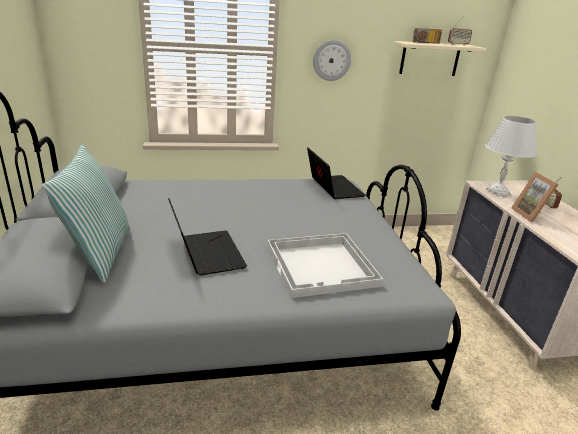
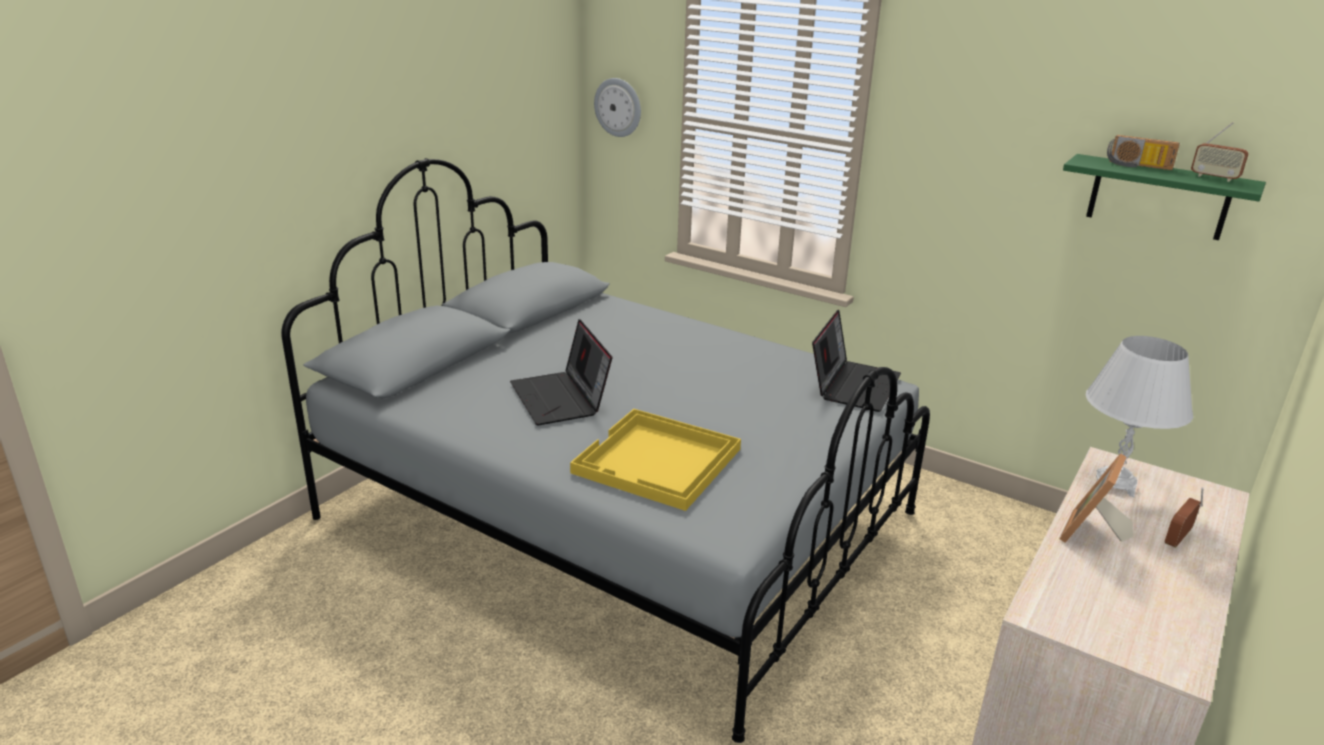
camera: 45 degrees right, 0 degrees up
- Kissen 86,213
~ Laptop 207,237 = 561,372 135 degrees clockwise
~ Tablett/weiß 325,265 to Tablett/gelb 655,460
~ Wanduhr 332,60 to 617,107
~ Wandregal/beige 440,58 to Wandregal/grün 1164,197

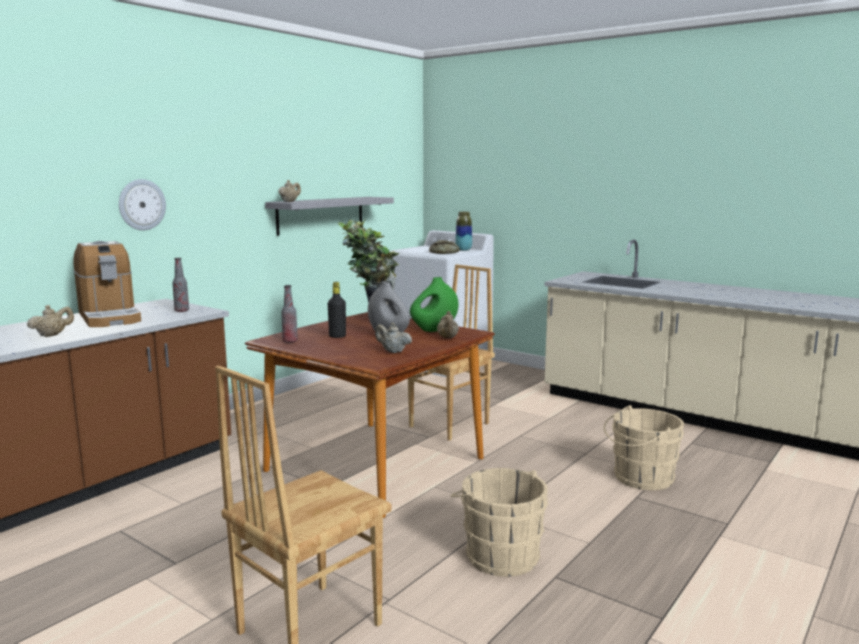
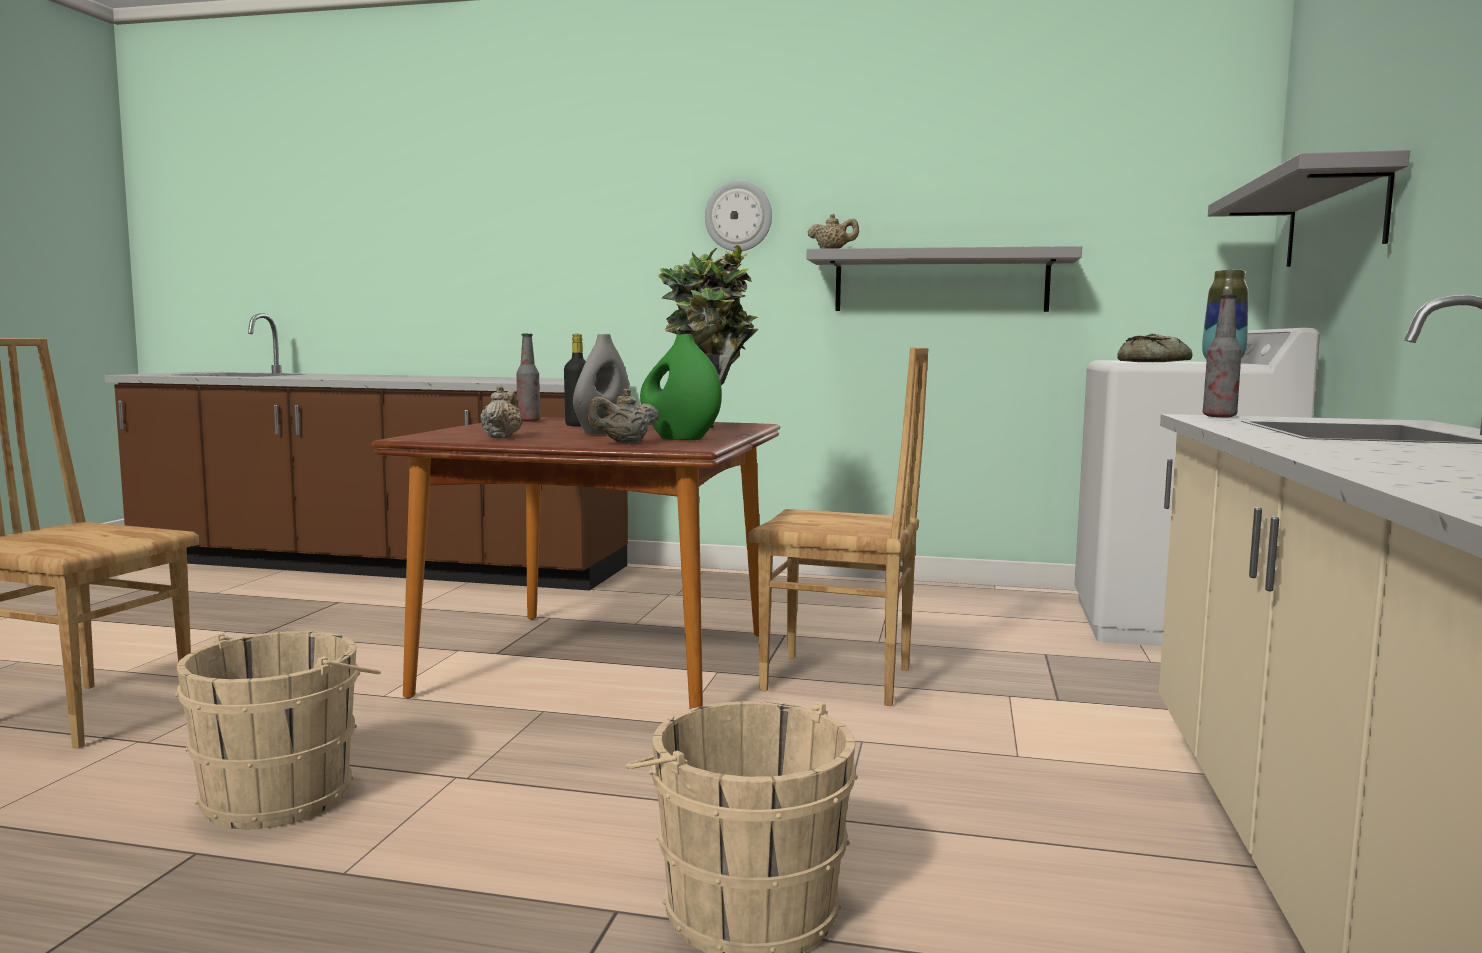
camera: 65 degrees right, 5 degrees down
- Teekanne/beige 50,321
- Kaffeemaschine 107,284
~ Wanduhr 142,204 to 738,216
~ Flasche 180,285 to 1222,355
+ Wandregal/grau 1309,208

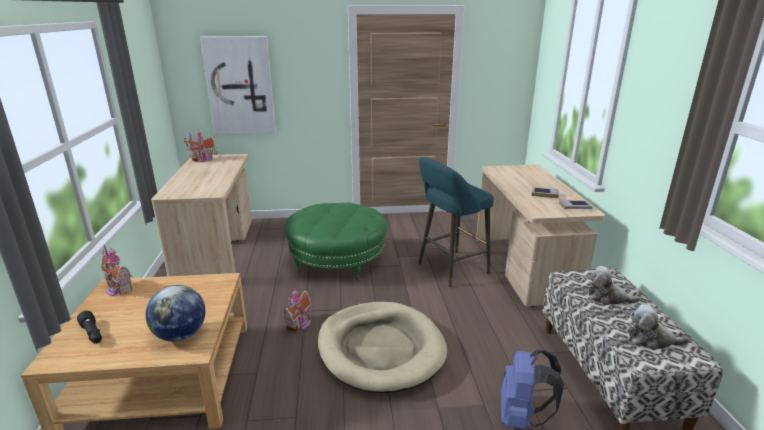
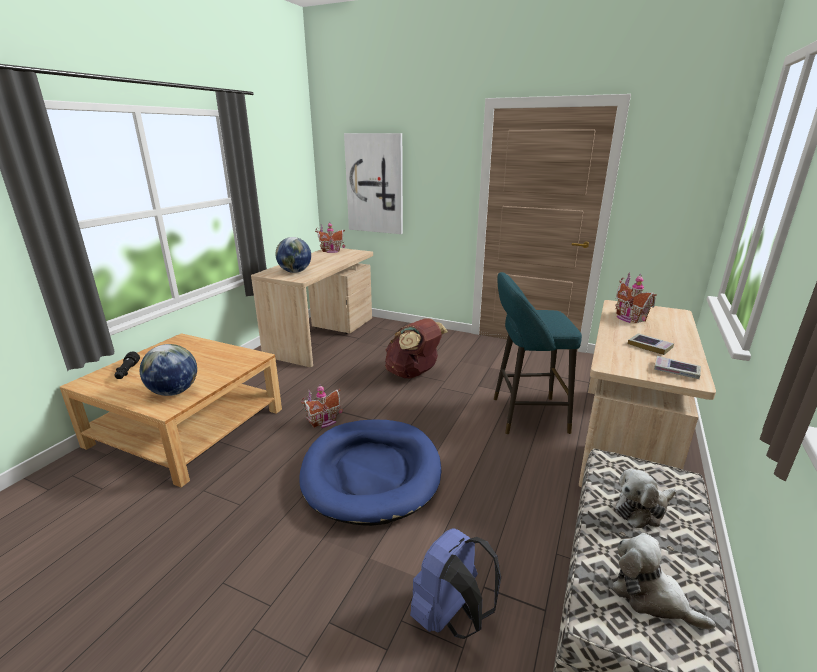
camera: 30 degrees right, 0 degrees up
~ Spielzeughaus 116,271 to 636,297
~ Polsterhocker/grün 336,242 to Rucksack/braun 416,348
~ Hundebett/beige 382,347 to Hundebett/blau 370,472
~ Plüschtier 615,285 = 646,498 75 degrees counterclockwise
+ Globus 293,255

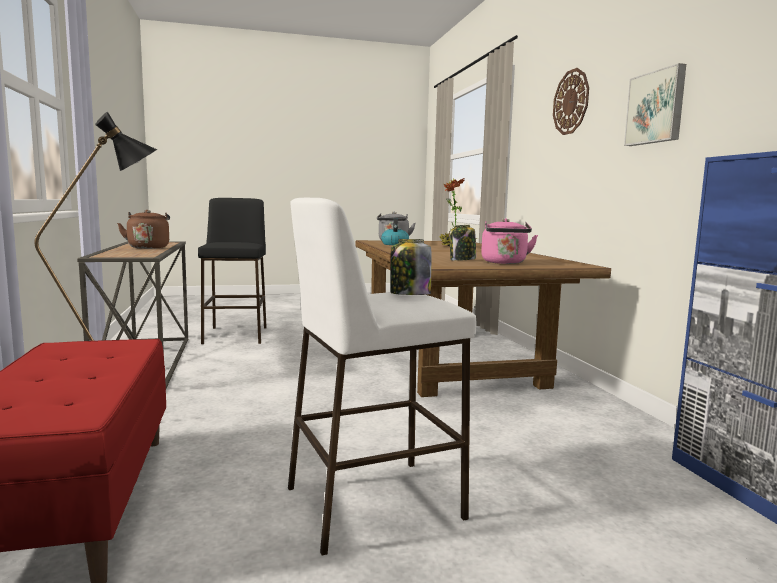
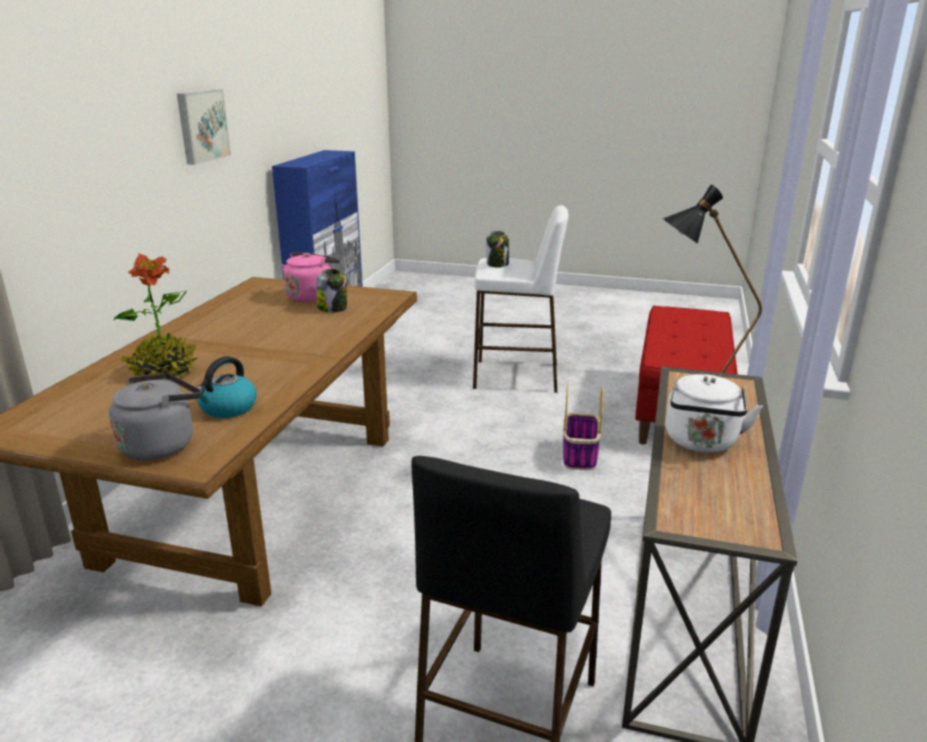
camera: 150 degrees left, 15 degrees up
~ Wasserkessel/braun 143,229 to Wasserkessel/weiß 714,413
- Wanduhr 571,101
+ Korb 583,427

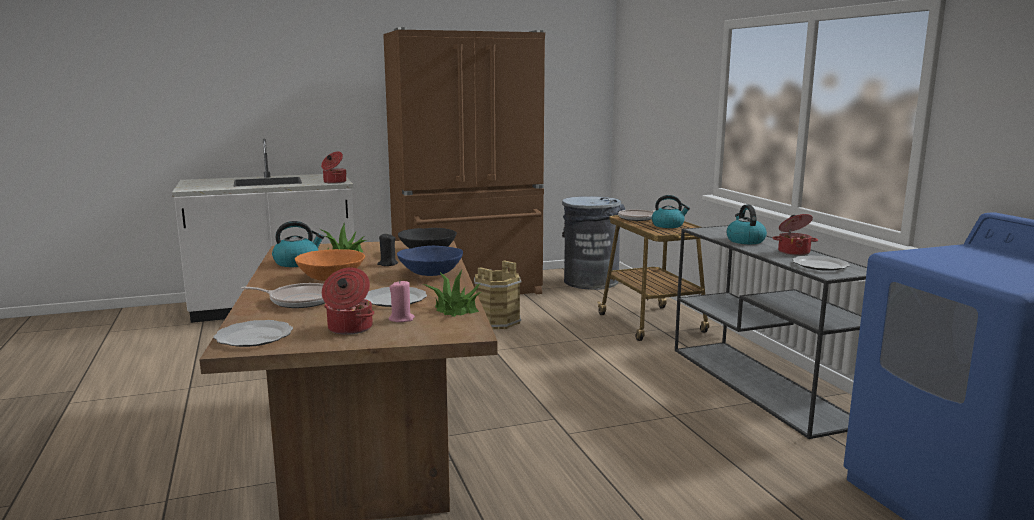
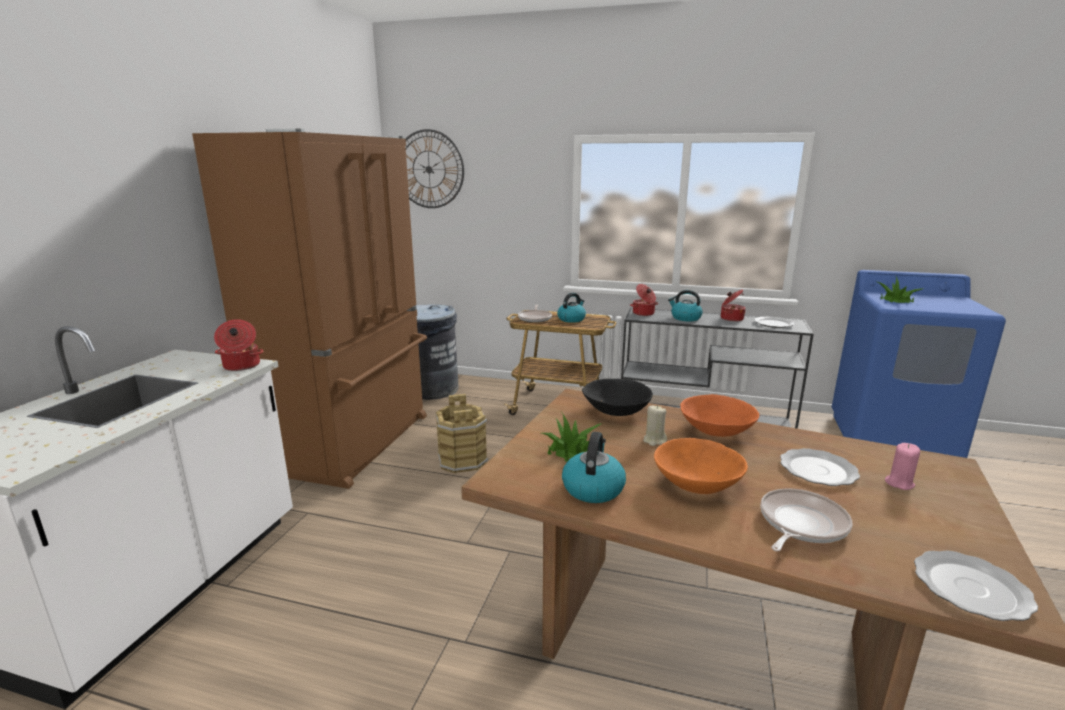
camera: 55 degrees left, 5 degrees up
~ Kochtopf 348,301 to 644,300
~ Kerze/schwarz 387,249 to Kerze/beige 655,425
~ Schüssel/blau 430,261 to Schüssel/orange 720,415
~ Topfpflanze 452,293 to 900,289
+ Wanduhr 435,168

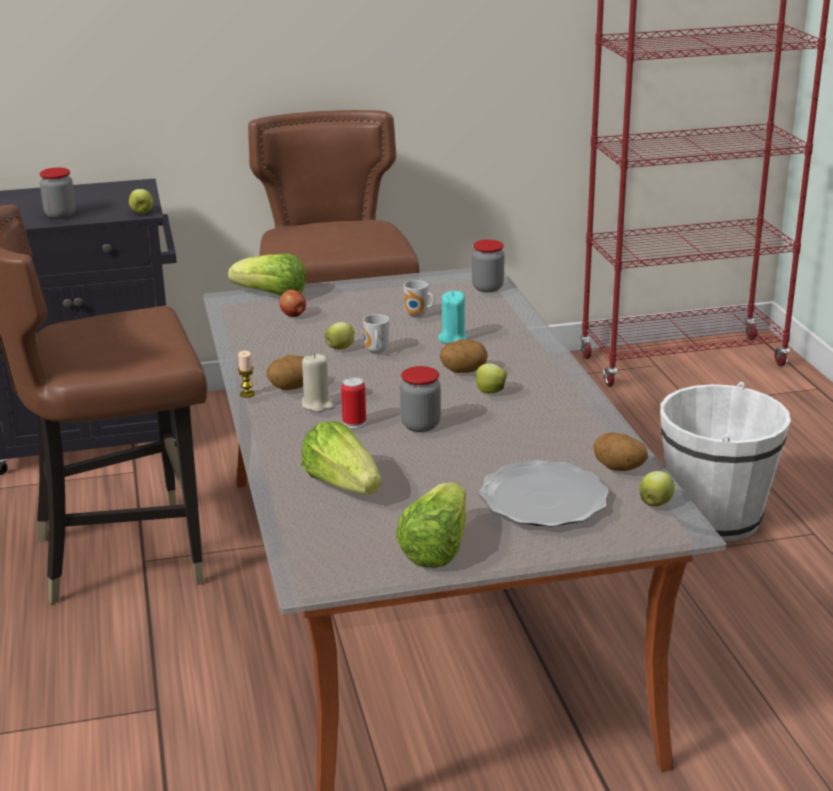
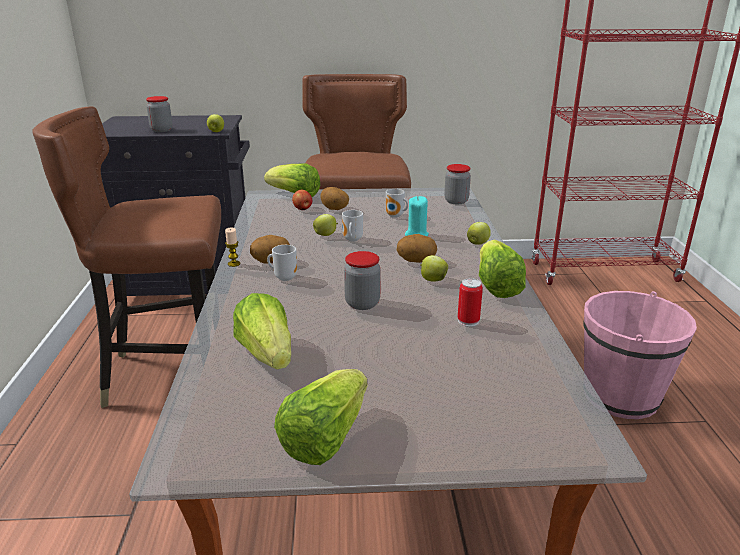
camera: 10 degrees right, 0 degrees up
~ Kerze/beige 318,382 to Henkelbecher 282,263
~ Dose 353,402 to 470,302
- Teller 544,493
~ Kartoffel 620,452 to 334,198
~ Apfel 656,488 to 479,233
~ Eimer/weiß 725,461 to Eimer/rosa 640,355
+ Salatkopf 502,269

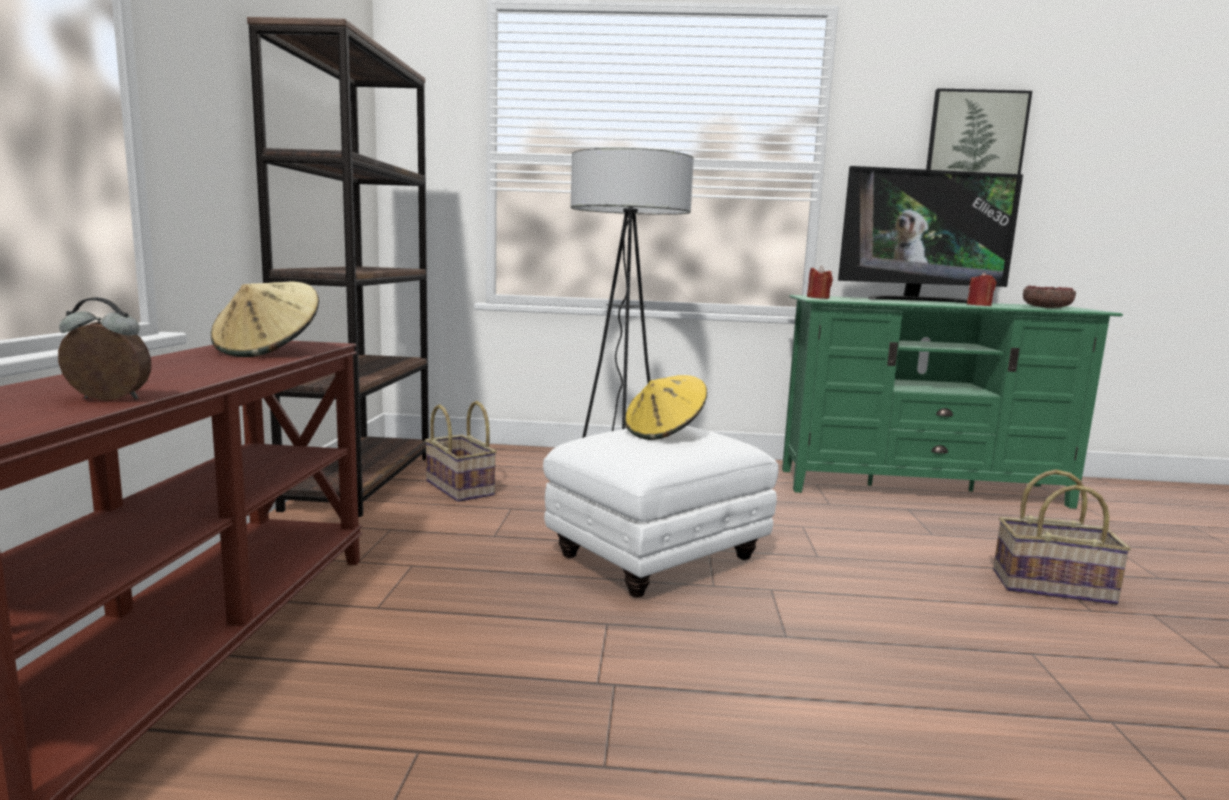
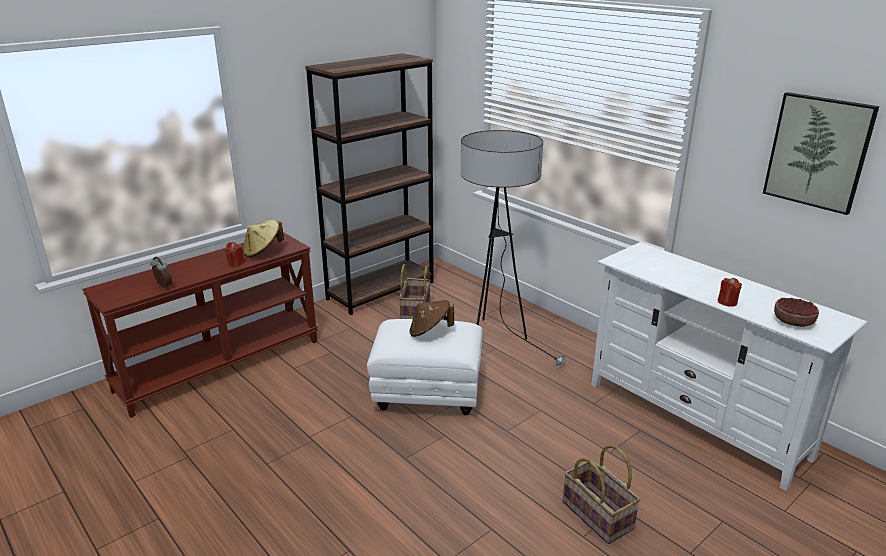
camera: 45 degrees right, 15 degrees up
~ Hut/gelb 666,407 to Hut/braun 431,318
~ Fernsehschrank/grün 952,402 to Fernsehschrank/weiß 729,366
~ Kerze/rot 820,282 to 235,254
- Fernseher 930,234

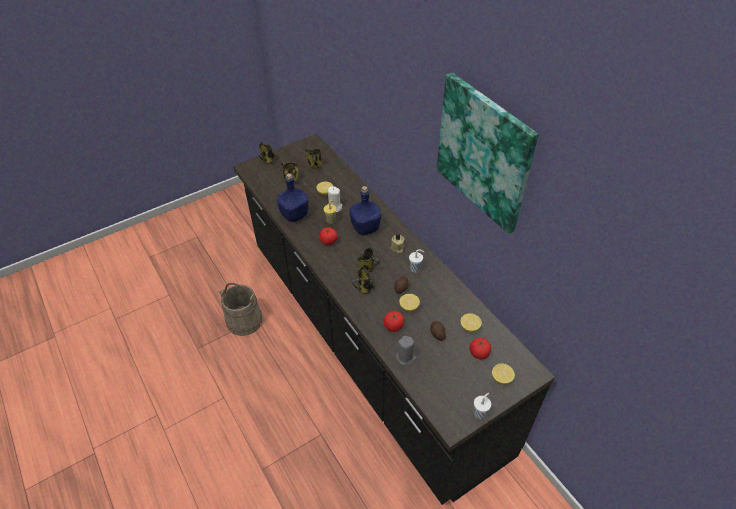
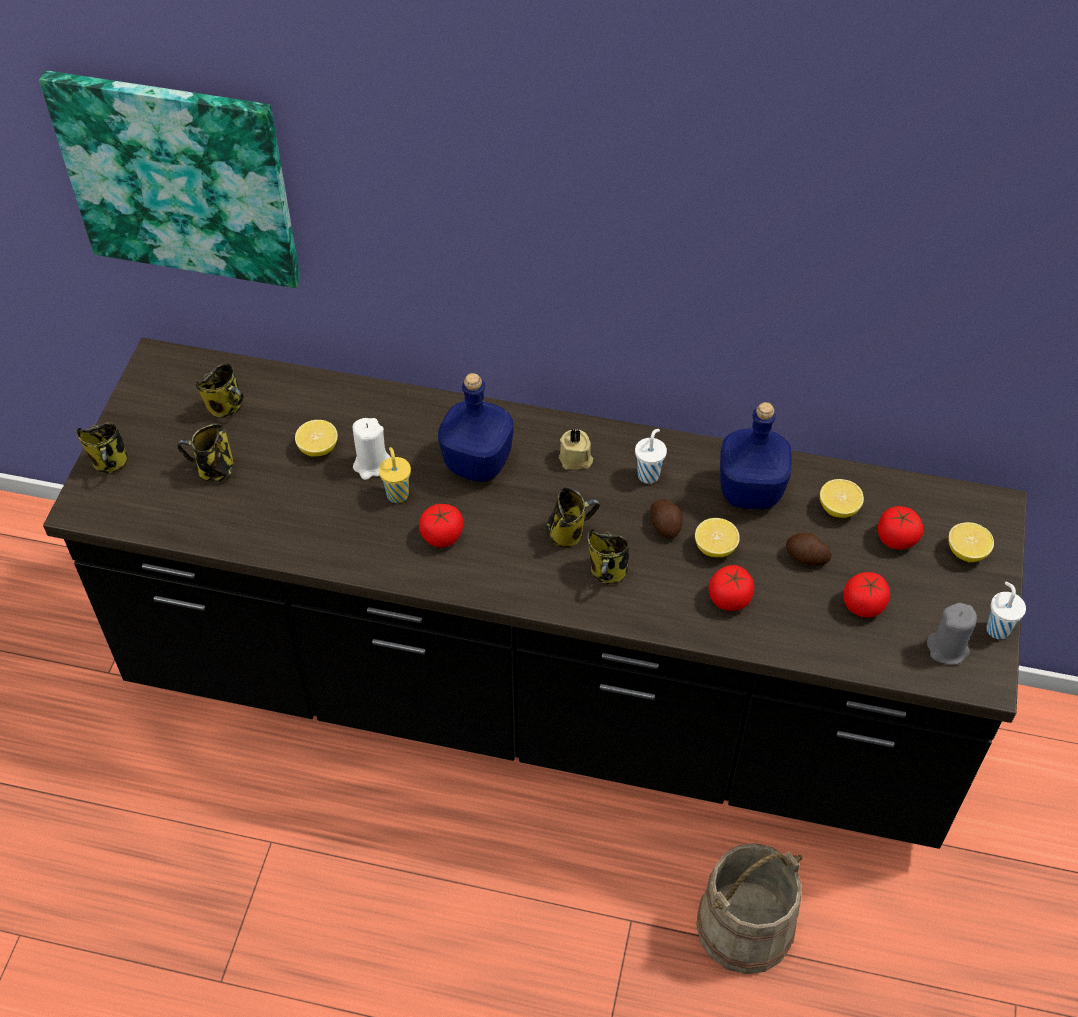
camera: 45 degrees left, 5 degrees up
~ Eimer/beige 241,309 to 749,908
~ Flasche/blau 292,197 to 756,456
~ Kerze/grau 406,350 to 952,634
~ Bild 488,153 to 169,179
+ Tomate 866,595

